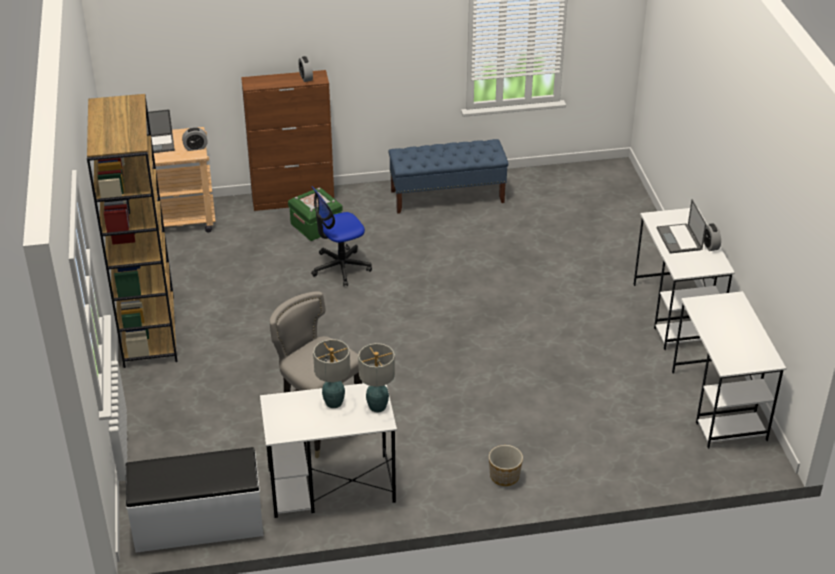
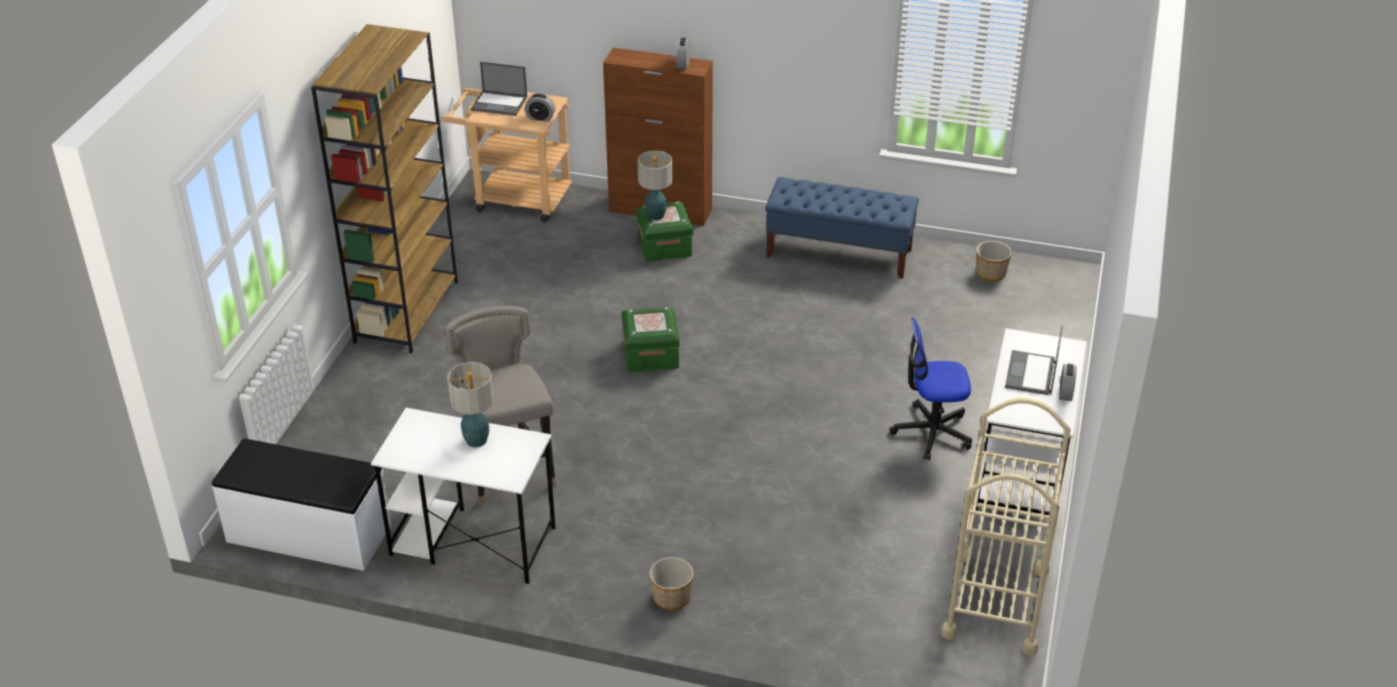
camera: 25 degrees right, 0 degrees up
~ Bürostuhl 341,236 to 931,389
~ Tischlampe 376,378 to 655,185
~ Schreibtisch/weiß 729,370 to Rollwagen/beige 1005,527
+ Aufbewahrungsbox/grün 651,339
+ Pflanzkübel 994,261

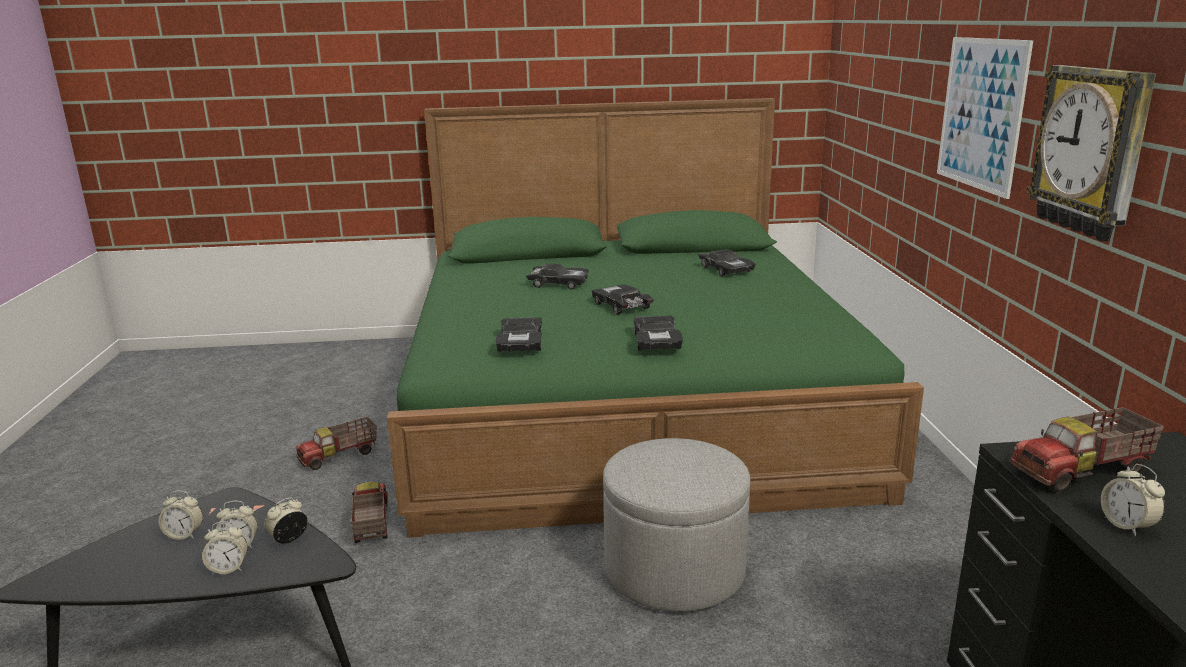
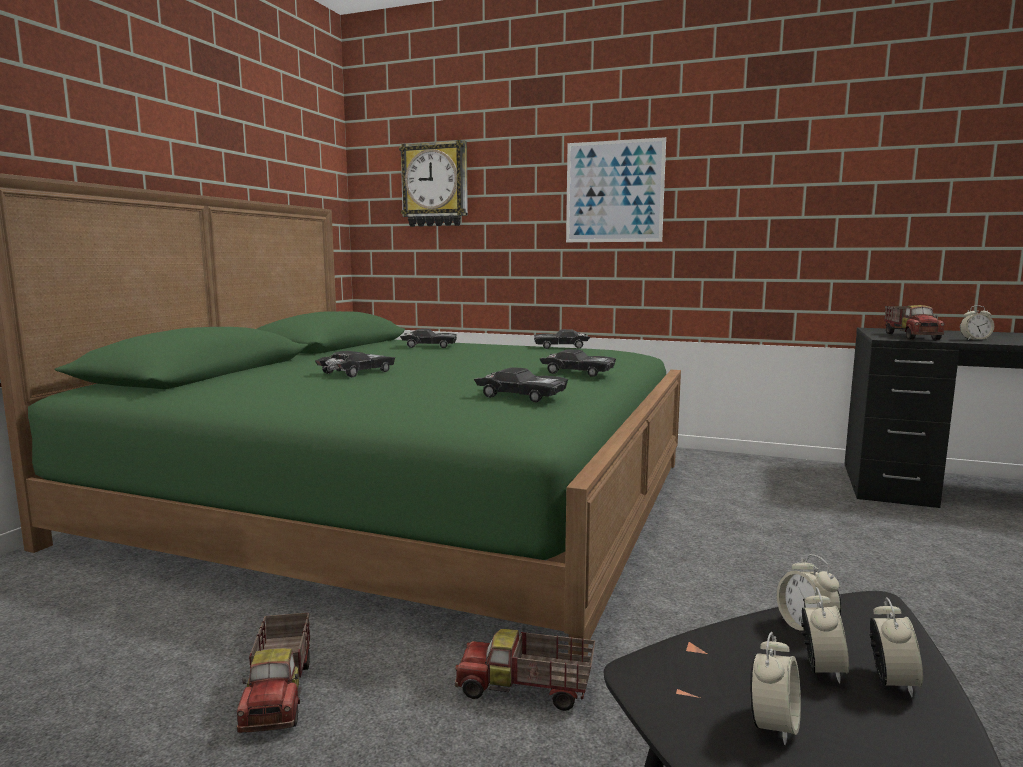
camera: 65 degrees left, 10 degrees down
~ Spielzeugauto/schwarz 622,300 to 562,339
- Polsterhocker/grau 677,525
~ Wanduhr 1091,153 to 433,183

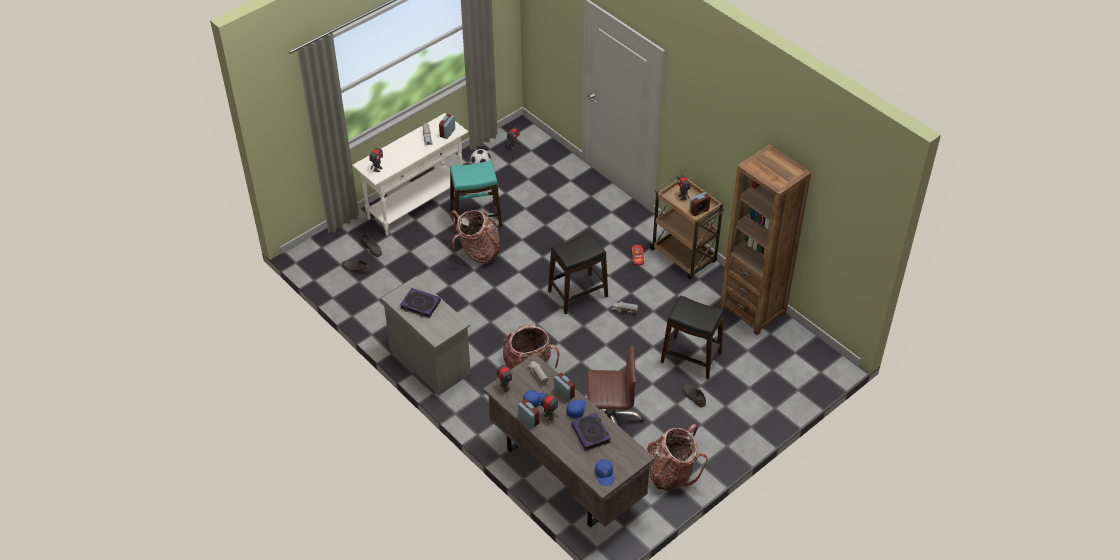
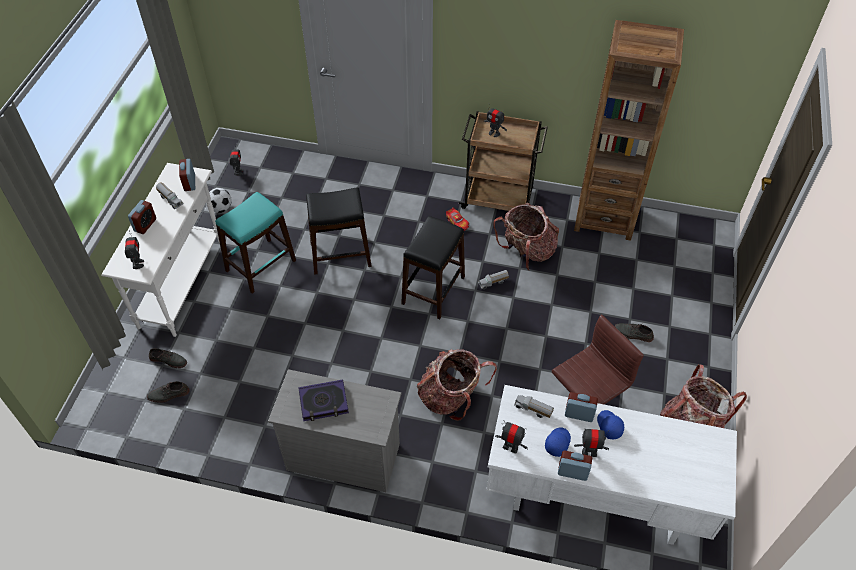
camera: 35 degrees left, 5 degrees up
~ Rucksack 475,236 to 526,237
~ Schreibtisch/braun 569,440 to Schreibtisch/weiß 611,465
- Buch 591,432
- Kappe/blau 604,472
~ Hocker/schwarz 692,338 to 339,231
~ Wecker 699,204 to 142,217

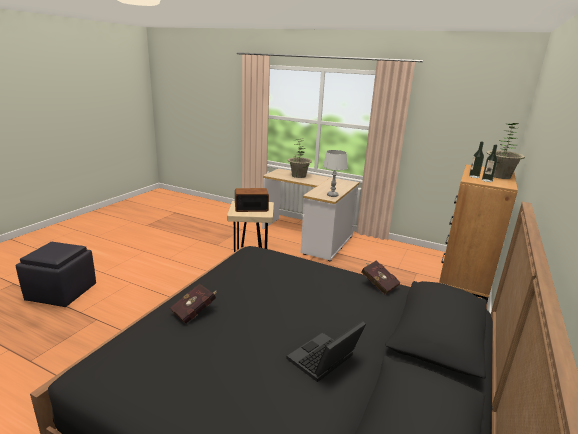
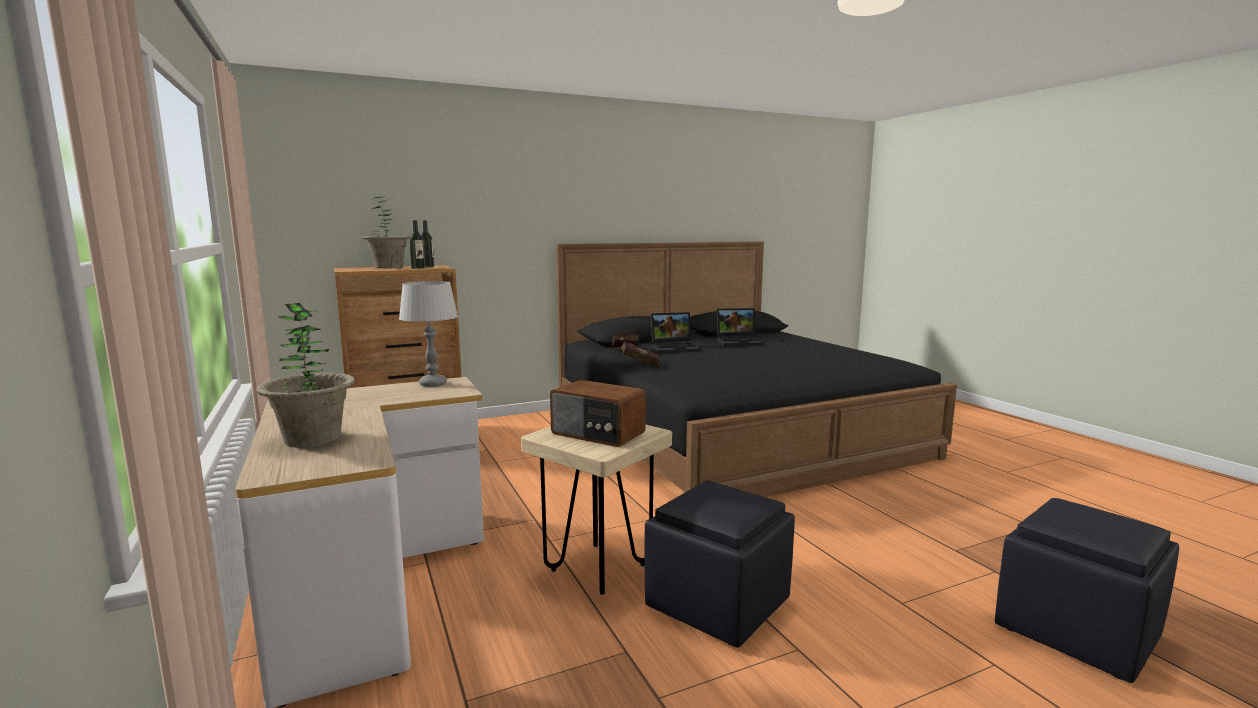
camera: 140 degrees left, 10 degrees down
~ Buch/rot 193,304 to 638,354
+ Polsterhocker/schwarz 719,564
+ Laptop 676,332

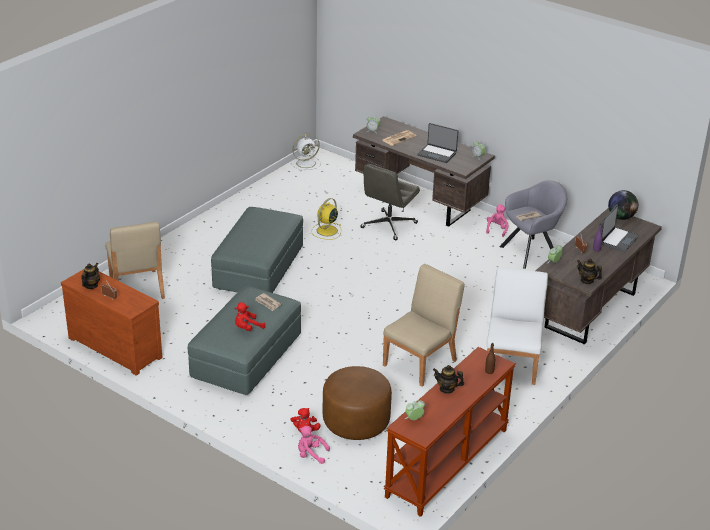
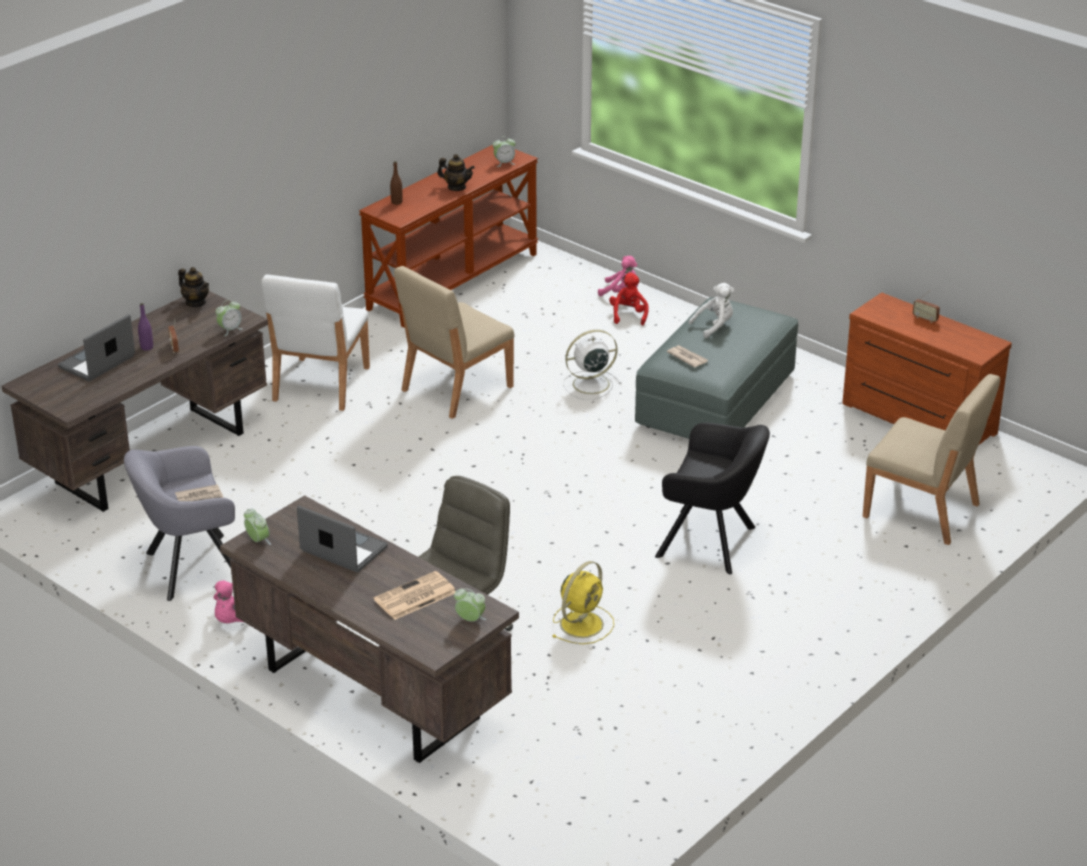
camera: 175 degrees left, 0 degrees up
- Teekanne 90,276
~ Stuhl/beige 135,260 = 931,459 135 degrees clockwise
~ Polsterhocker/grau 257,250 to Sessel/schwarz 712,498
~ Plüschtier/rot 249,316 to Plüschtier/weiß 711,310
~ Ventilator/weiß 305,152 to 592,365
- Polsterhocker/braun 357,403
- Globus 623,205

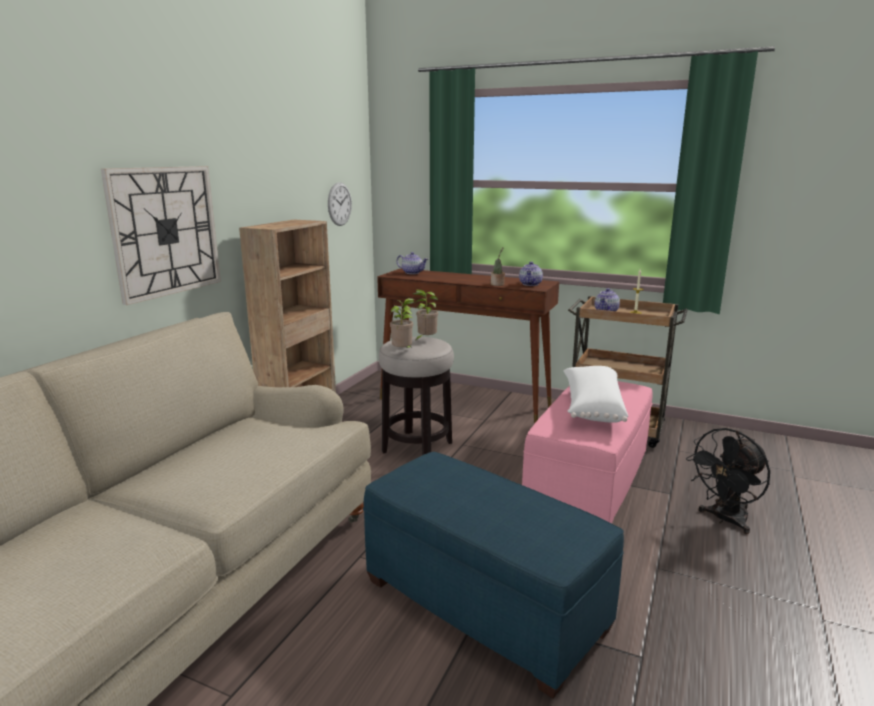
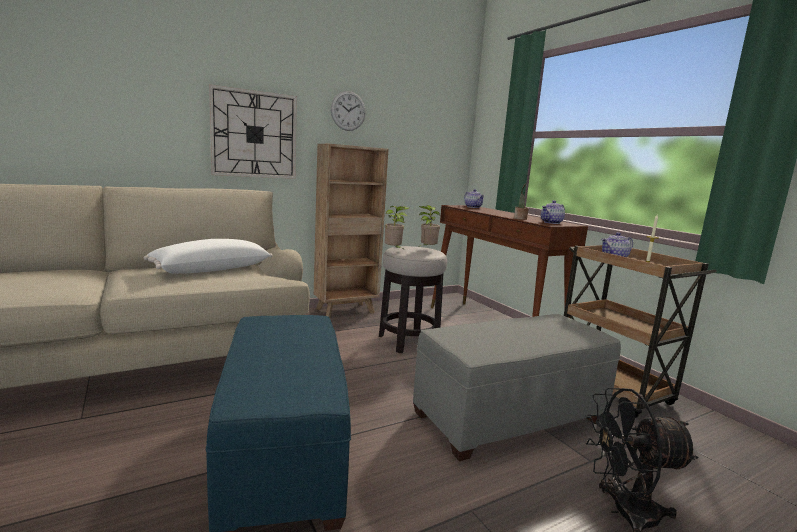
camera: 35 degrees right, 5 degrees down
~ Wanduhr 340,204 to 348,111
~ Polsterhocker/rosa 587,452 to Polsterhocker/grau 517,387
~ Kissen/weiß 595,394 to 208,256

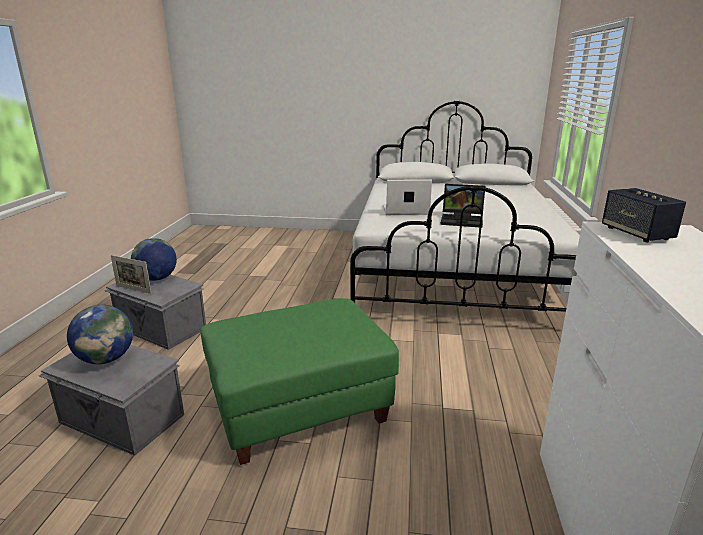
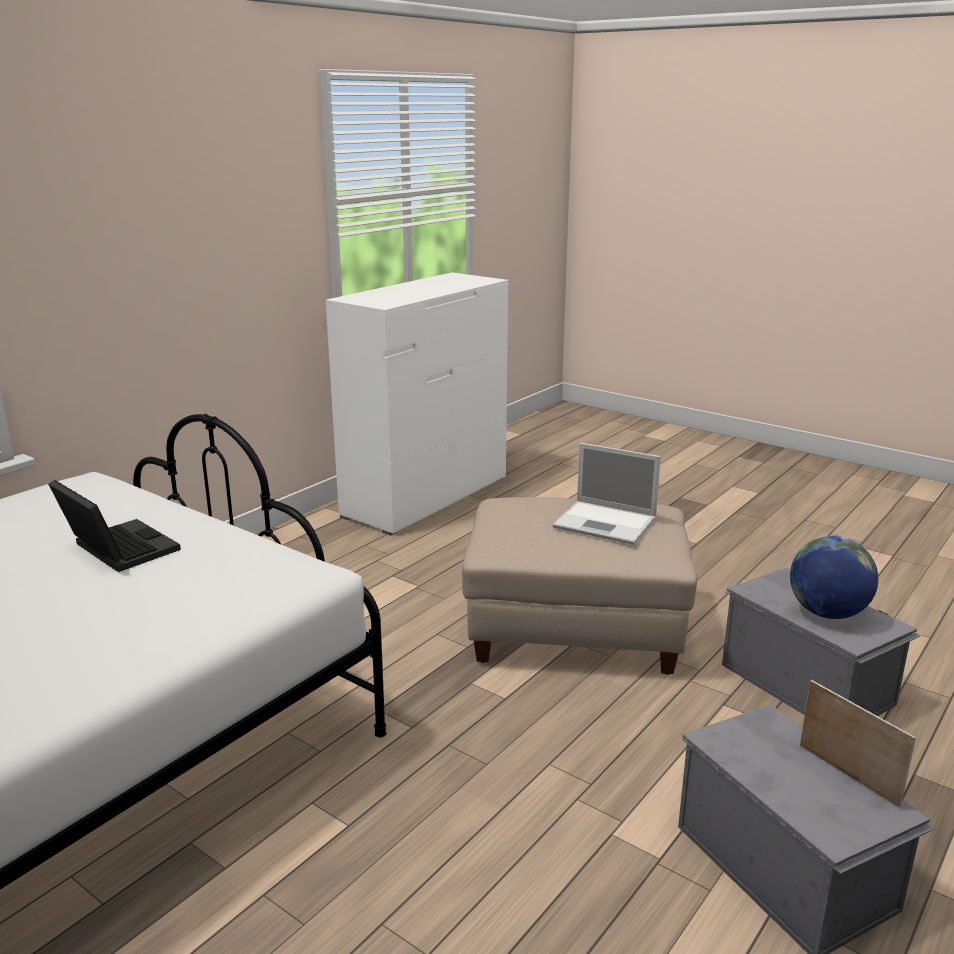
camera: 150 degrees left, 0 degrees up
- Globus 154,259
~ Polsterhocker/grün 299,381 to Polsterhocker/beige 579,586
~ Laptop 407,197 to 607,494
- Lautsprecher 644,215

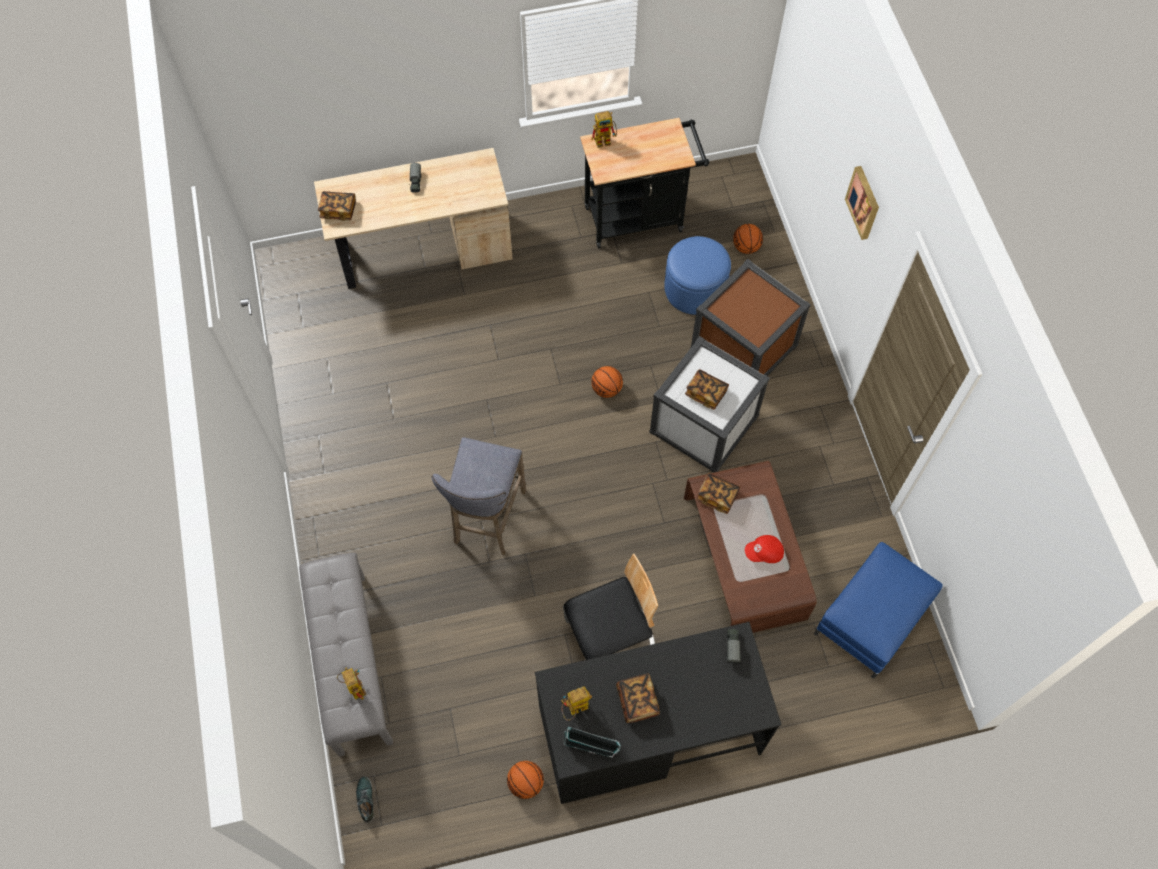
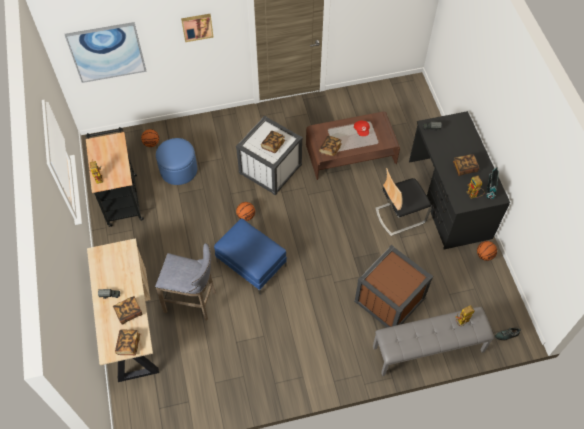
camera: 90 degrees left, 5 degrees down
~ Hocker/grau 479,496 to 185,282
~ Stuhl 610,607 = 403,202 90 degrees counterclockwise
~ Aufbewahrungsbox/braun 750,317 to 393,286
~ Polsterhocker/blau 878,610 to 250,256
+ Bild 106,52
+ Buch 127,310

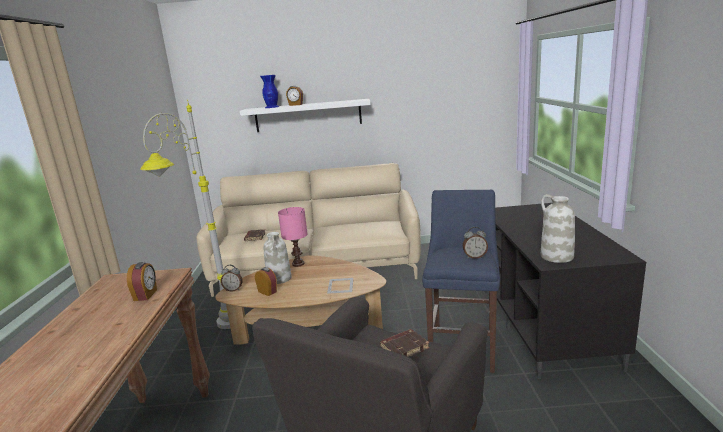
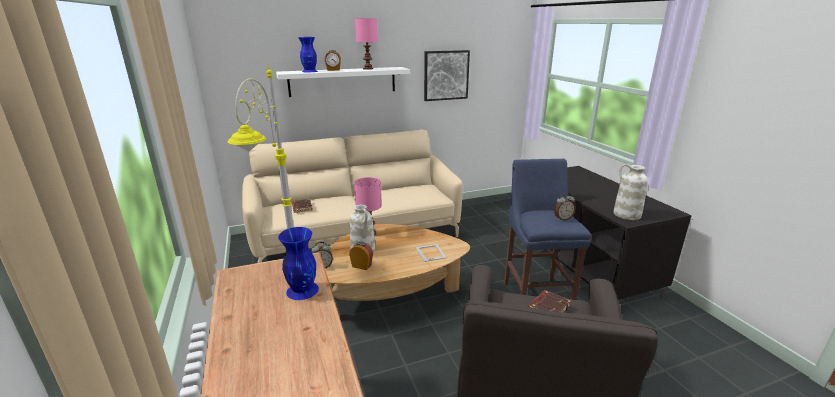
camera: 20 degrees left, 5 degrees up
~ Wecker 142,281 to Vase/blau 298,263
+ Tischlampe/rosa 366,44
+ Bild 447,75

